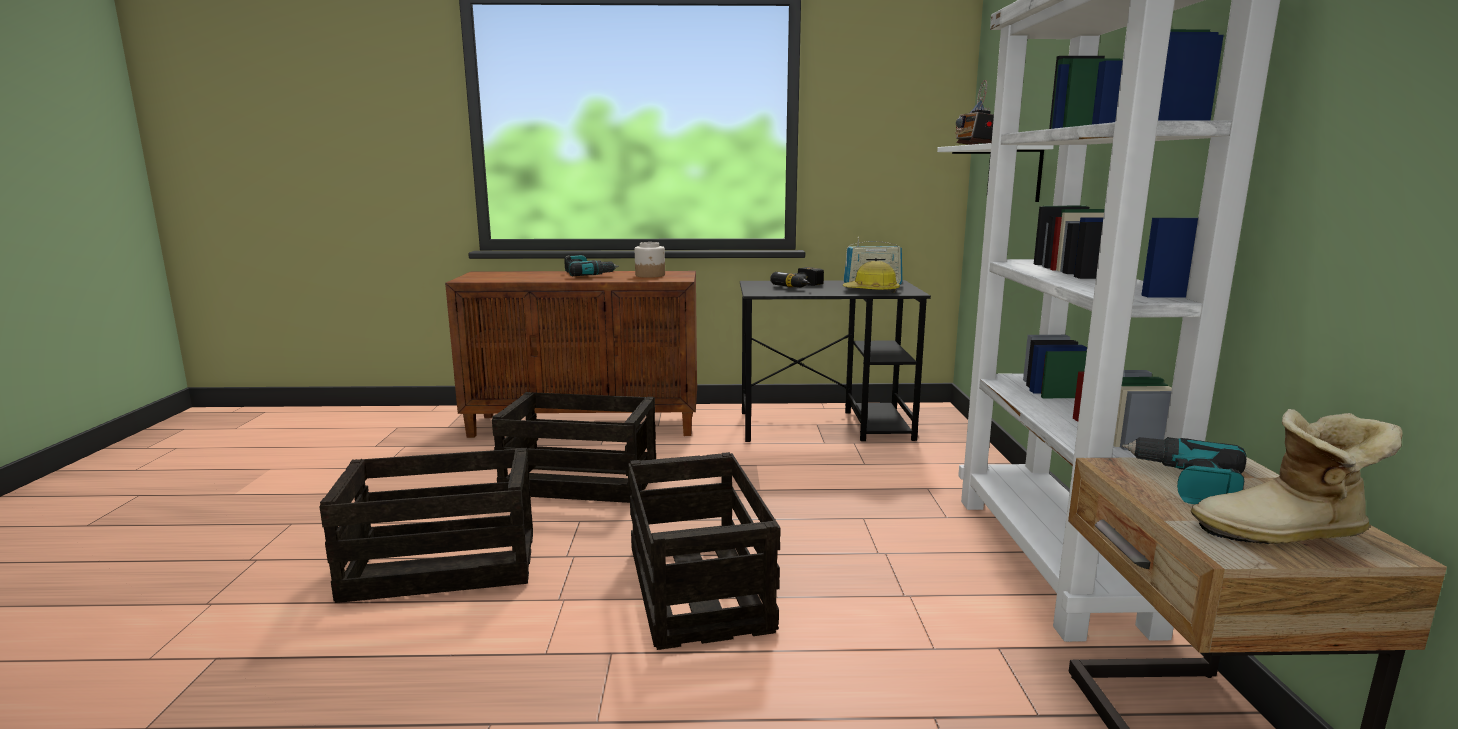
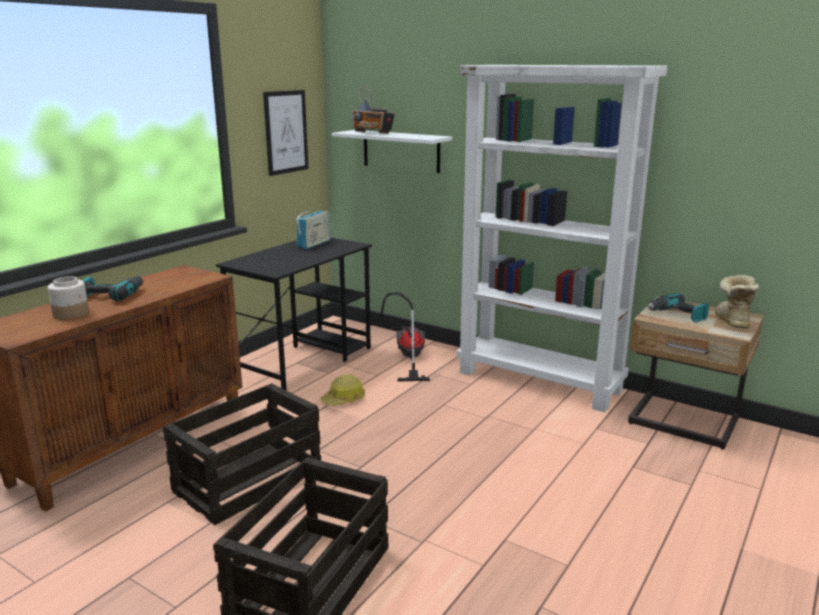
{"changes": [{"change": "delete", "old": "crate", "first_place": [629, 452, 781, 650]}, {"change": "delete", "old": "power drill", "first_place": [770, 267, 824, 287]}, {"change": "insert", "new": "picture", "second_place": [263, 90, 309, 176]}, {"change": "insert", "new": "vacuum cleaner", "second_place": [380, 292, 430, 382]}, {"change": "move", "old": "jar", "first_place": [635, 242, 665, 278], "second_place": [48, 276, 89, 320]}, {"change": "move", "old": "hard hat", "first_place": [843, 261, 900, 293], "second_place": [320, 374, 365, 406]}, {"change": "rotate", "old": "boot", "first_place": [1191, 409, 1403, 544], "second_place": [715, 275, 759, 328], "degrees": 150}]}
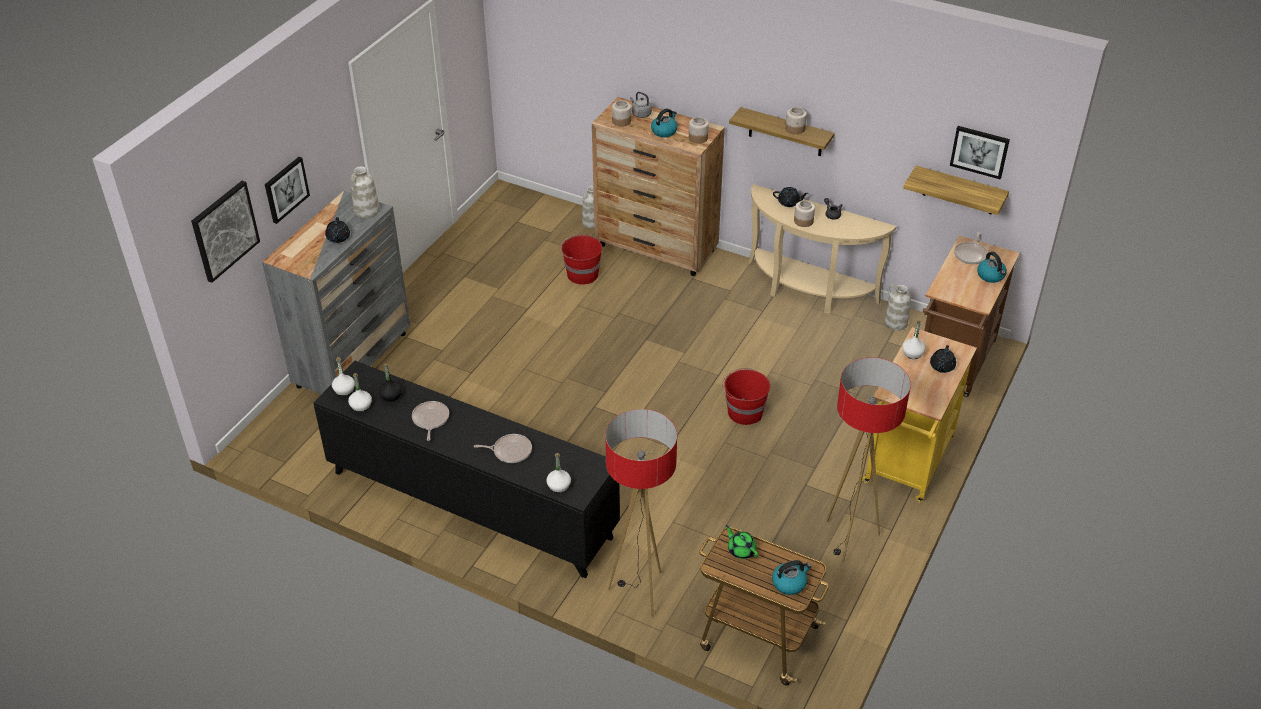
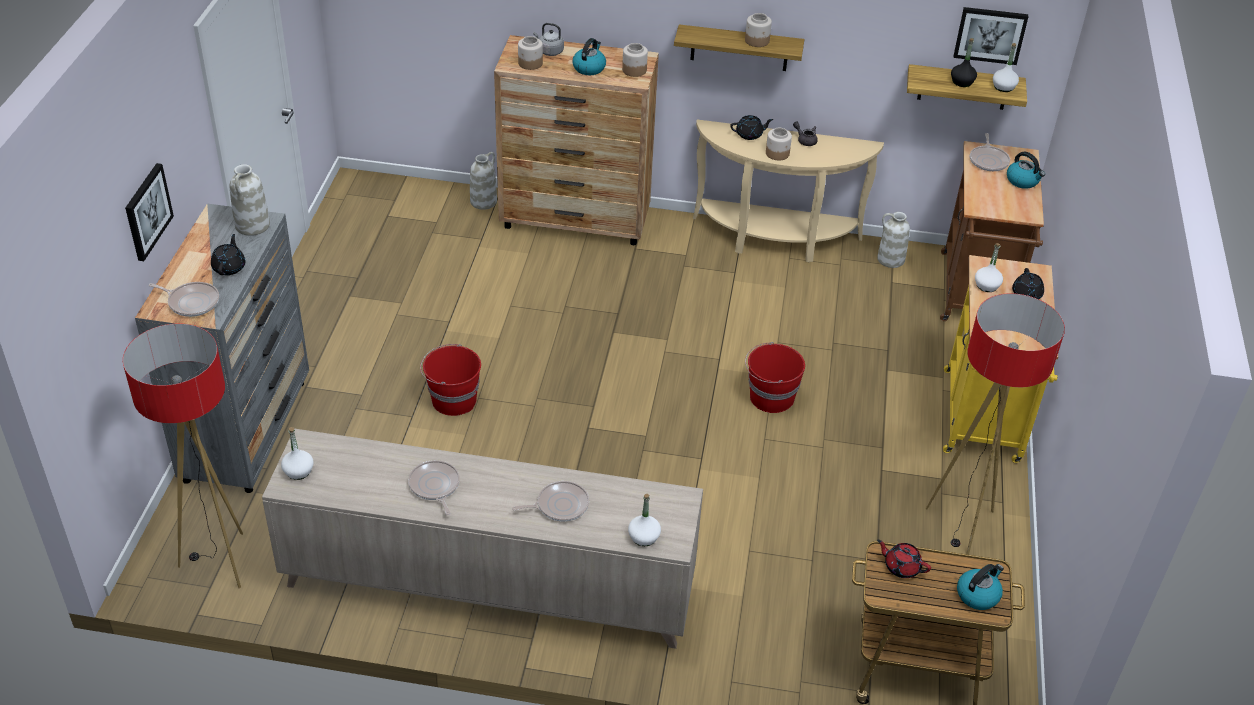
{"changes": [{"change": "delete", "old": "picture", "first_place": [191, 181, 260, 283]}, {"change": "insert", "new": "frying pan", "second_place": [149, 282, 219, 317]}, {"change": "move", "old": "white bottle", "first_place": [348, 373, 372, 412], "second_place": [993, 43, 1019, 92]}, {"change": "move", "old": "black bottle", "first_place": [379, 363, 402, 402], "second_place": [951, 38, 977, 87]}, {"change": "move", "old": "red bucket", "first_place": [560, 234, 602, 285], "second_place": [420, 344, 481, 416]}, {"change": "move", "old": "floor lamp", "first_place": [605, 409, 677, 618], "second_place": [123, 324, 243, 588]}, {"change": "recolor", "old": "black cabinet", "new": "beige cabinet", "first_place": [313, 361, 620, 579], "second_place": [262, 429, 703, 649]}, {"change": "recolor", "old": "green teapot", "new": "red teapot", "first_place": [726, 525, 758, 559], "second_place": [877, 540, 931, 578]}, {"change": "rotate", "old": "black teapot", "first_place": [325, 217, 350, 243], "second_place": [211, 234, 245, 275], "degrees": -150}]}
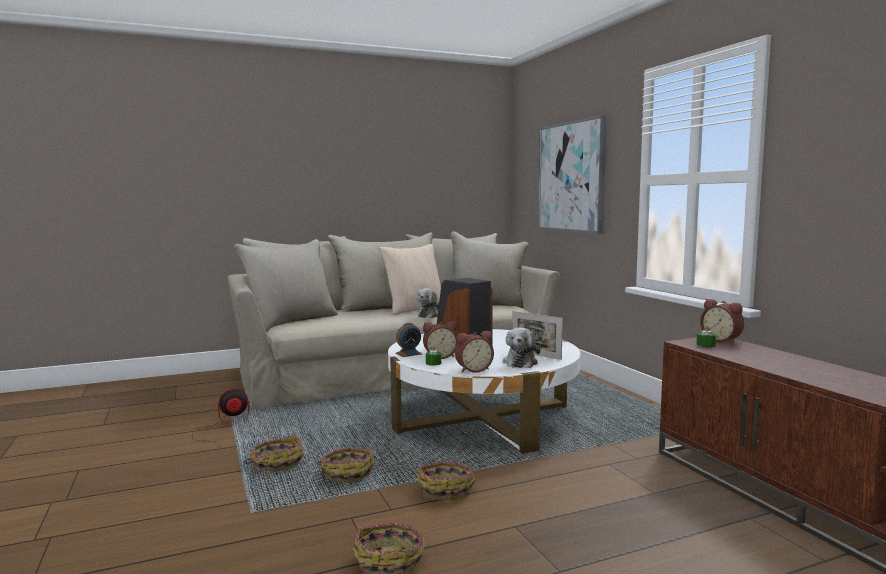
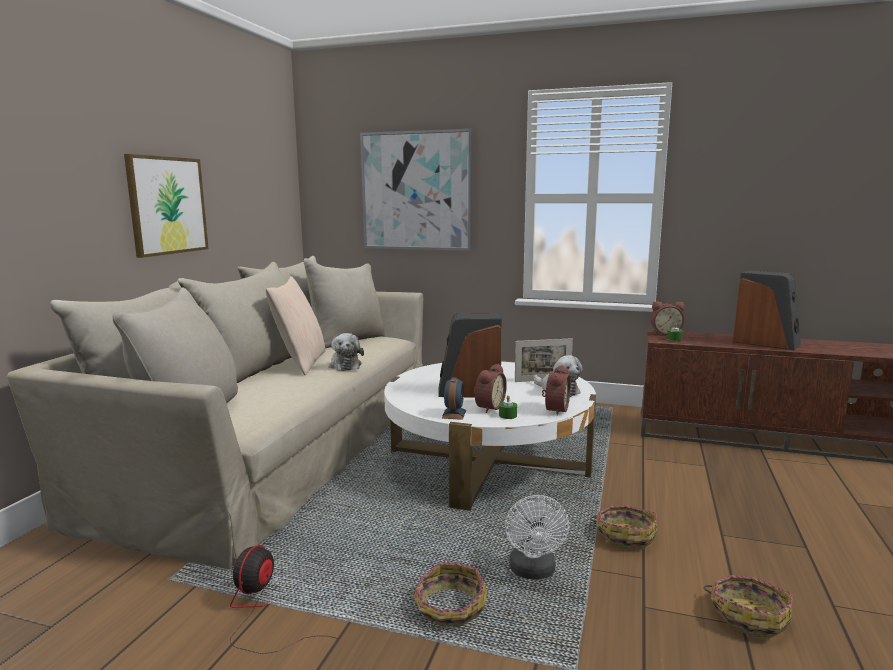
{"changes": [{"change": "insert", "new": "picture", "second_place": [124, 154, 208, 258]}, {"change": "insert", "new": "speaker", "second_place": [733, 270, 801, 350]}, {"change": "replace", "old": "basket", "new": "white fan", "first_place": [317, 447, 374, 483], "second_place": [505, 495, 569, 580]}]}
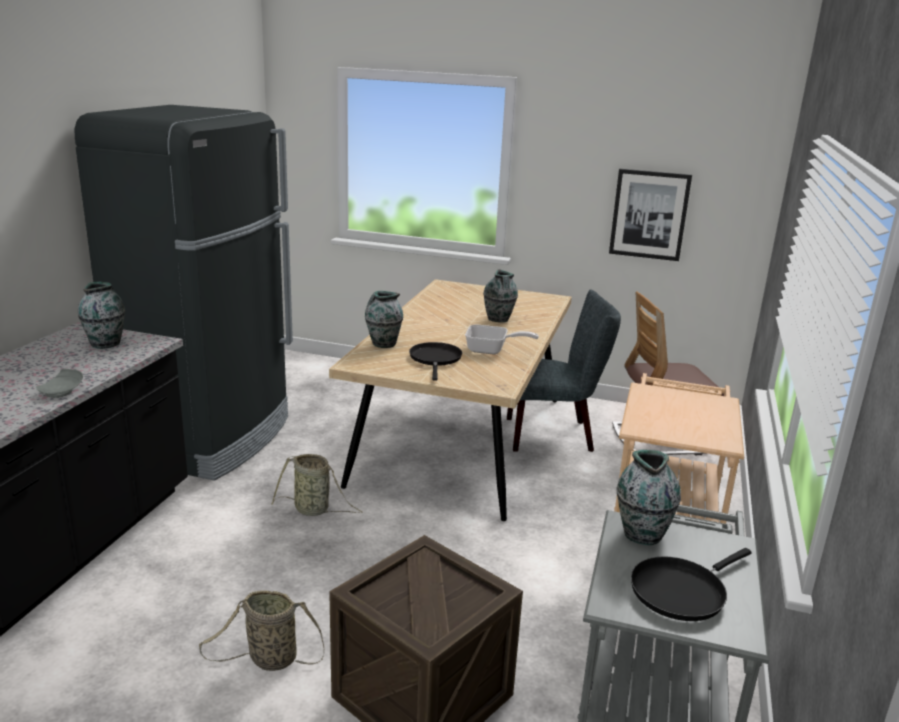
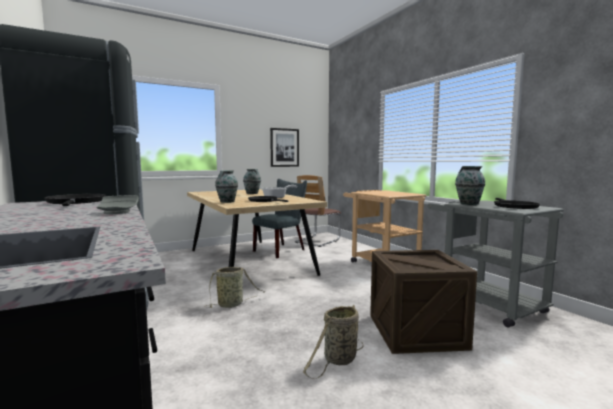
{"changes": [{"change": "replace", "old": "vase", "new": "black frying pan", "first_place": [78, 282, 125, 349], "second_place": [45, 194, 106, 206]}]}
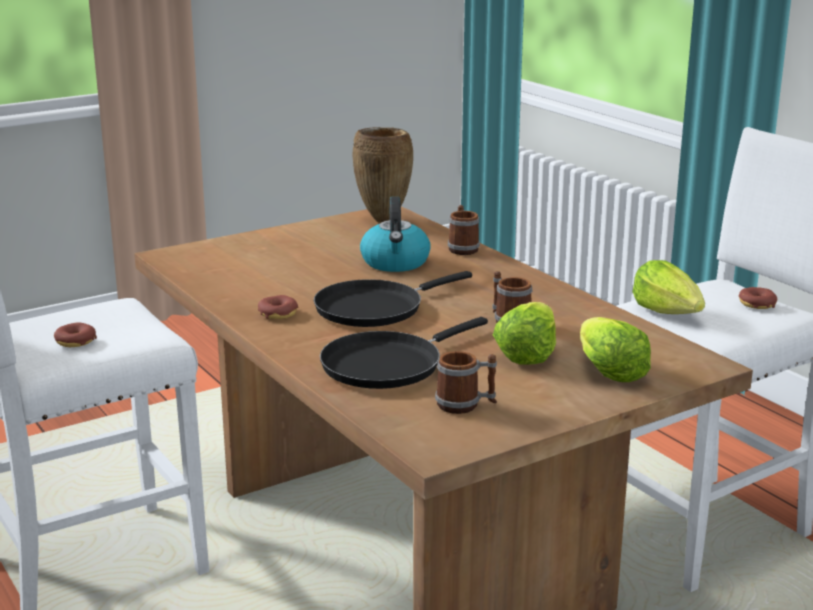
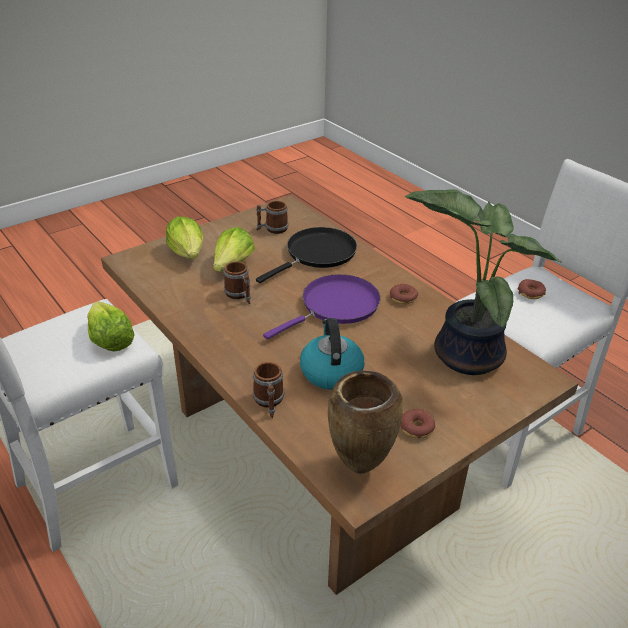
{"changes": [{"change": "insert", "new": "potted plant", "second_place": [405, 189, 562, 375]}, {"change": "move", "old": "donut", "first_place": [739, 287, 777, 309], "second_place": [401, 409, 435, 439]}, {"change": "recolor", "old": "black frying pan", "new": "purple frying pan", "first_place": [314, 271, 472, 327], "second_place": [263, 274, 380, 340]}]}
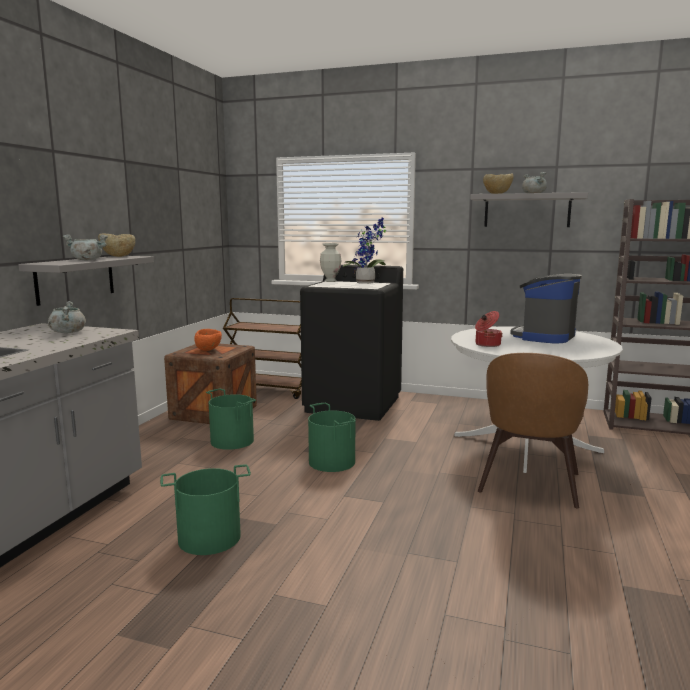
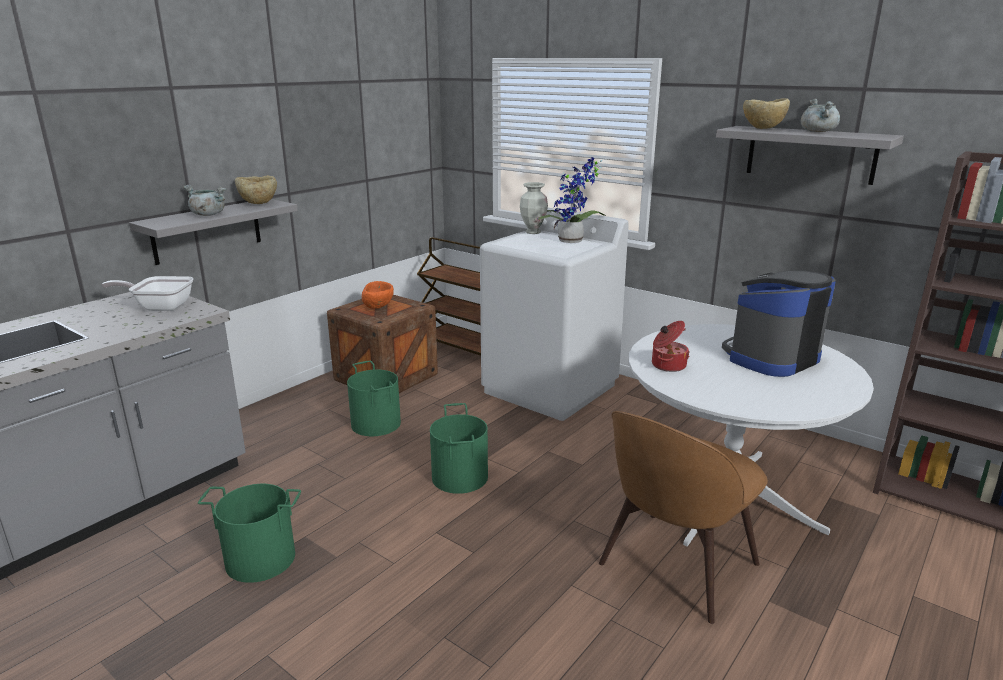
{"changes": [{"change": "replace", "old": "grey cooking pot", "new": "frying pan", "first_place": [48, 301, 86, 333], "second_place": [101, 276, 193, 311]}, {"change": "recolor", "old": "black washing machine", "new": "white washing machine", "first_place": [300, 265, 403, 421], "second_place": [480, 208, 629, 421]}]}
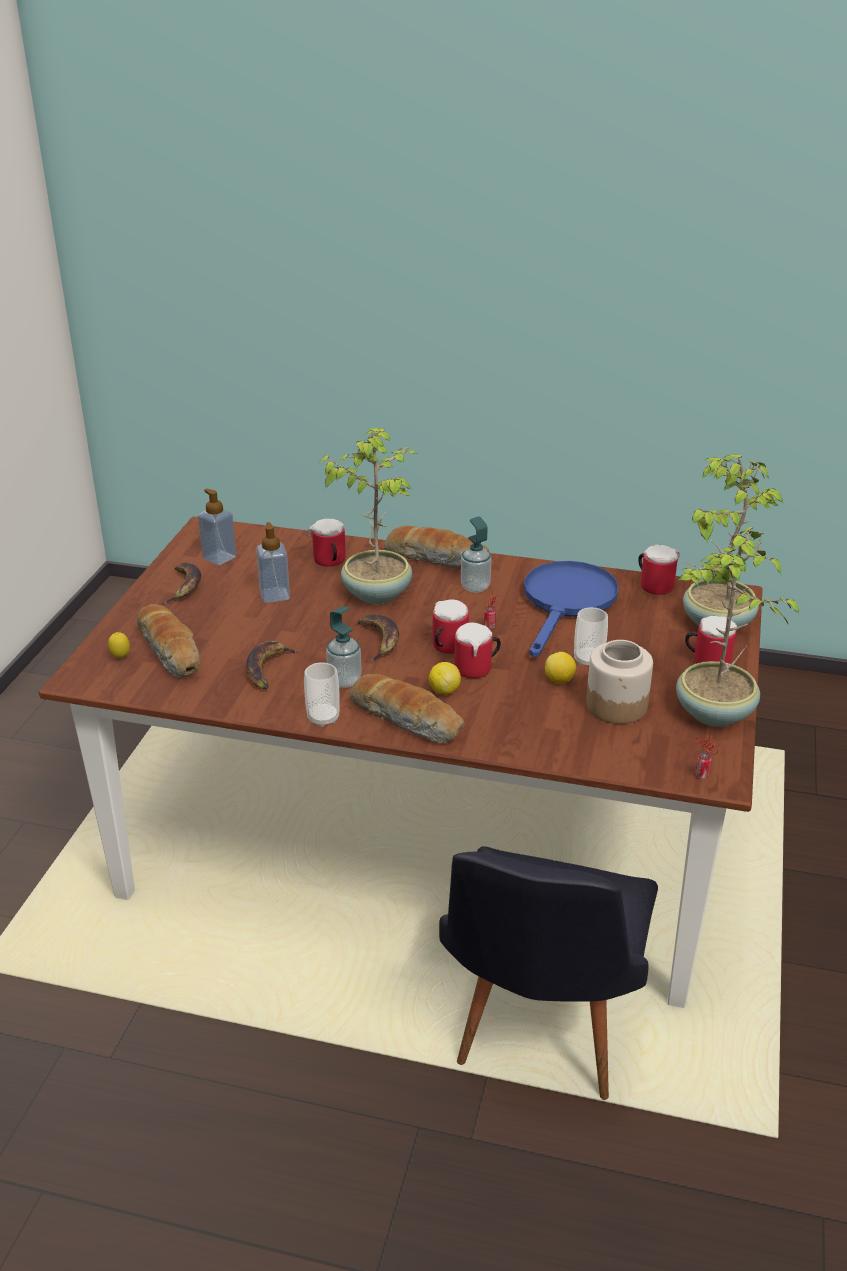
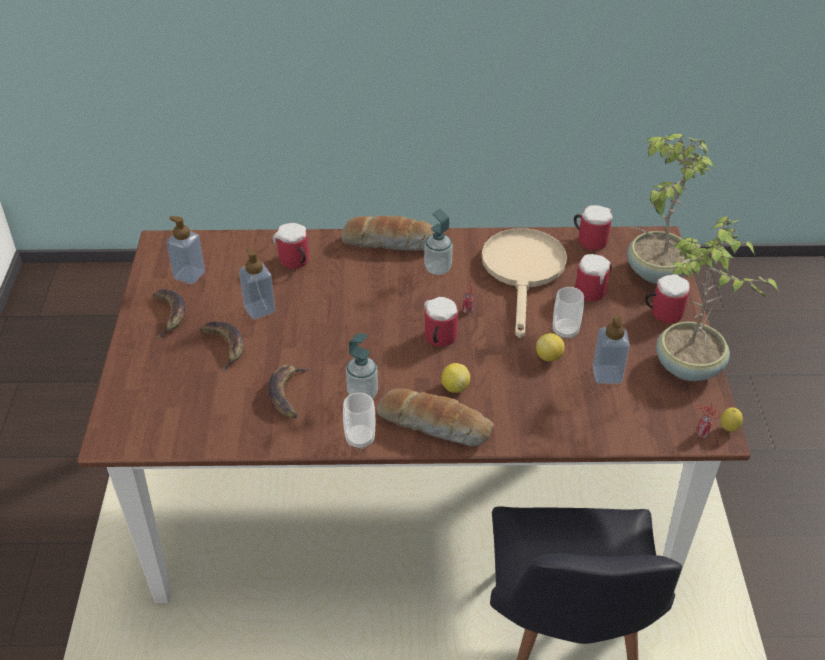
{"changes": [{"change": "delete", "old": "bread", "first_place": [137, 604, 200, 678]}, {"change": "delete", "old": "potted plant", "first_place": [319, 428, 417, 604]}, {"change": "move", "old": "lemon", "first_place": [108, 632, 130, 659], "second_place": [721, 407, 743, 432]}, {"change": "move", "old": "banana", "first_place": [358, 615, 399, 662], "second_place": [200, 321, 244, 372]}, {"change": "move", "old": "mug", "first_place": [455, 623, 501, 678], "second_place": [575, 254, 612, 301]}, {"change": "replace", "old": "jar", "new": "soap dispenser", "first_place": [586, 640, 653, 724], "second_place": [593, 315, 630, 384]}, {"change": "recolor", "old": "blue frying pan", "new": "beige frying pan", "first_place": [524, 561, 619, 657], "second_place": [482, 228, 567, 338]}]}
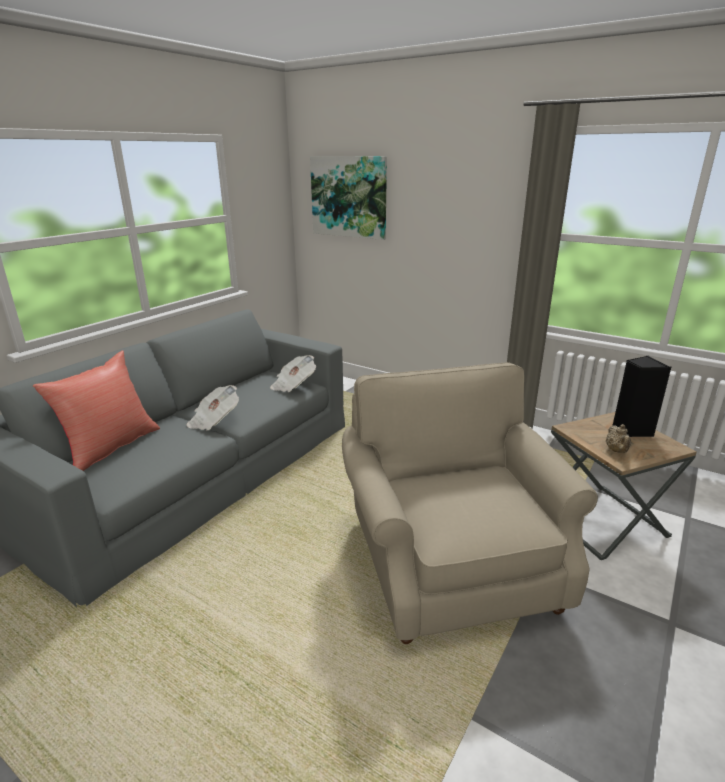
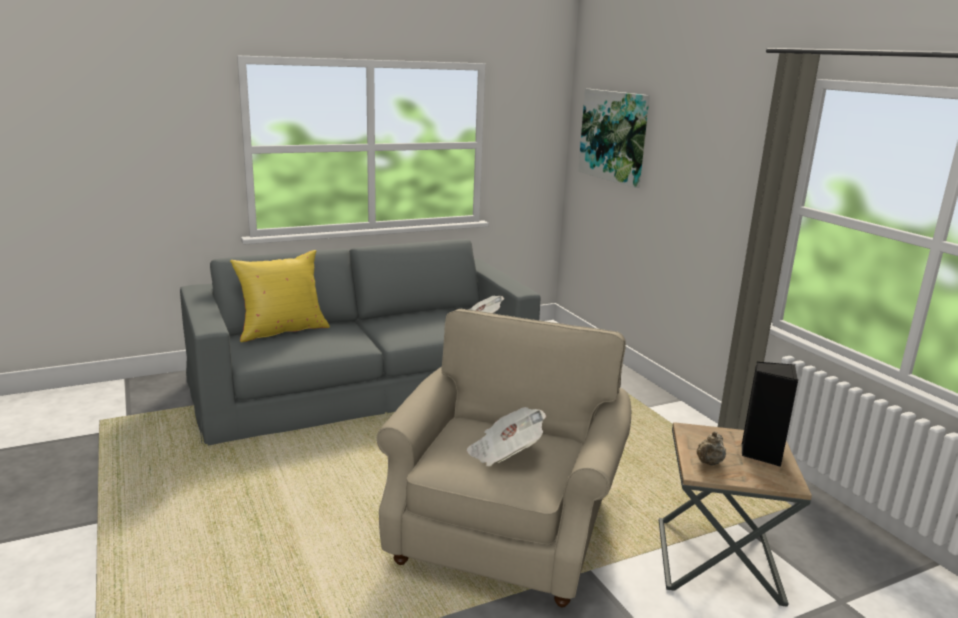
{"changes": [{"change": "move", "old": "newspaper", "first_place": [186, 385, 239, 430], "second_place": [467, 407, 546, 466]}, {"change": "recolor", "old": "red pillow", "new": "yellow pillow", "first_place": [33, 351, 160, 471], "second_place": [230, 250, 330, 342]}]}
